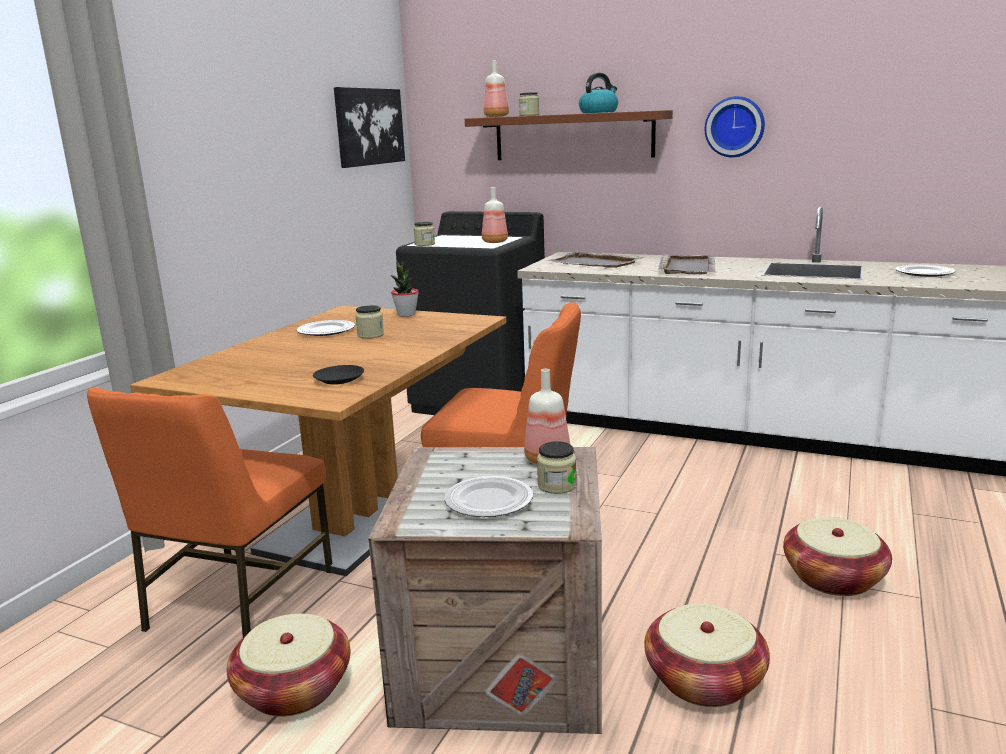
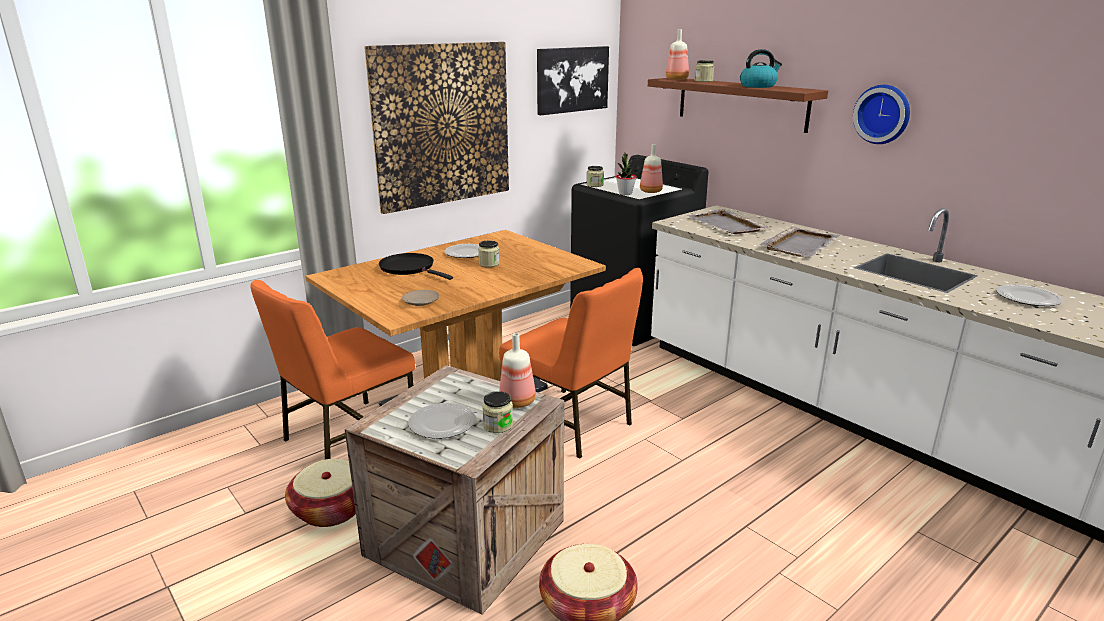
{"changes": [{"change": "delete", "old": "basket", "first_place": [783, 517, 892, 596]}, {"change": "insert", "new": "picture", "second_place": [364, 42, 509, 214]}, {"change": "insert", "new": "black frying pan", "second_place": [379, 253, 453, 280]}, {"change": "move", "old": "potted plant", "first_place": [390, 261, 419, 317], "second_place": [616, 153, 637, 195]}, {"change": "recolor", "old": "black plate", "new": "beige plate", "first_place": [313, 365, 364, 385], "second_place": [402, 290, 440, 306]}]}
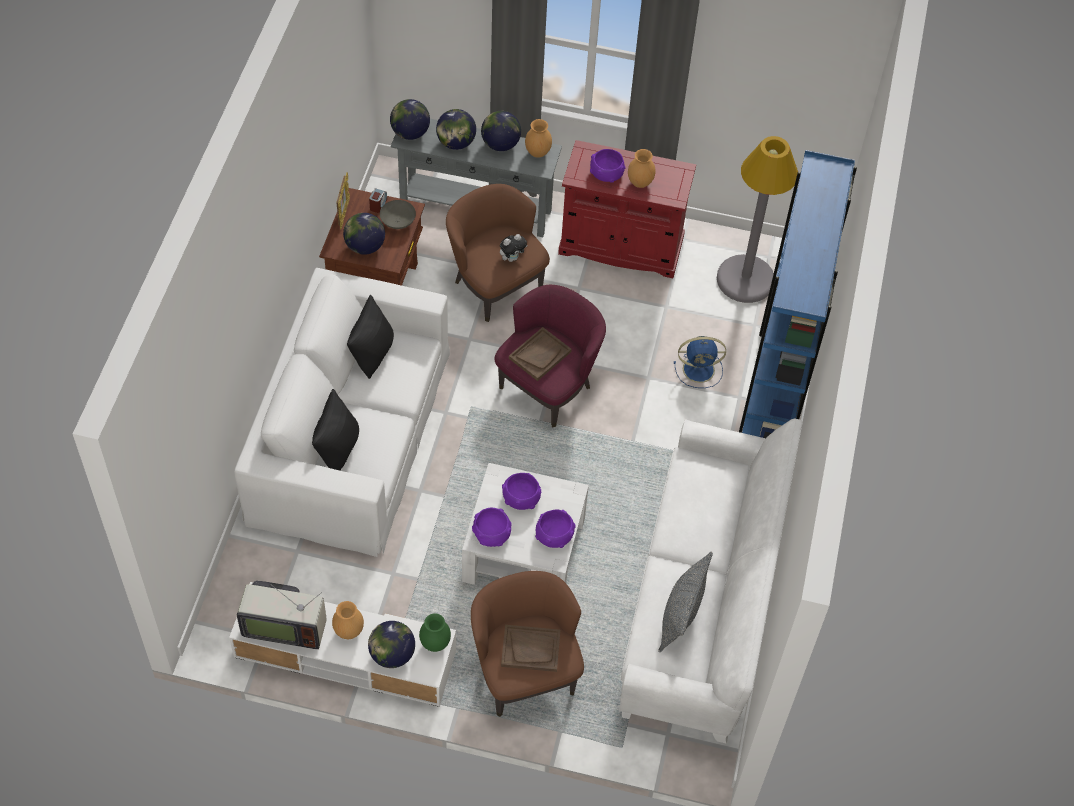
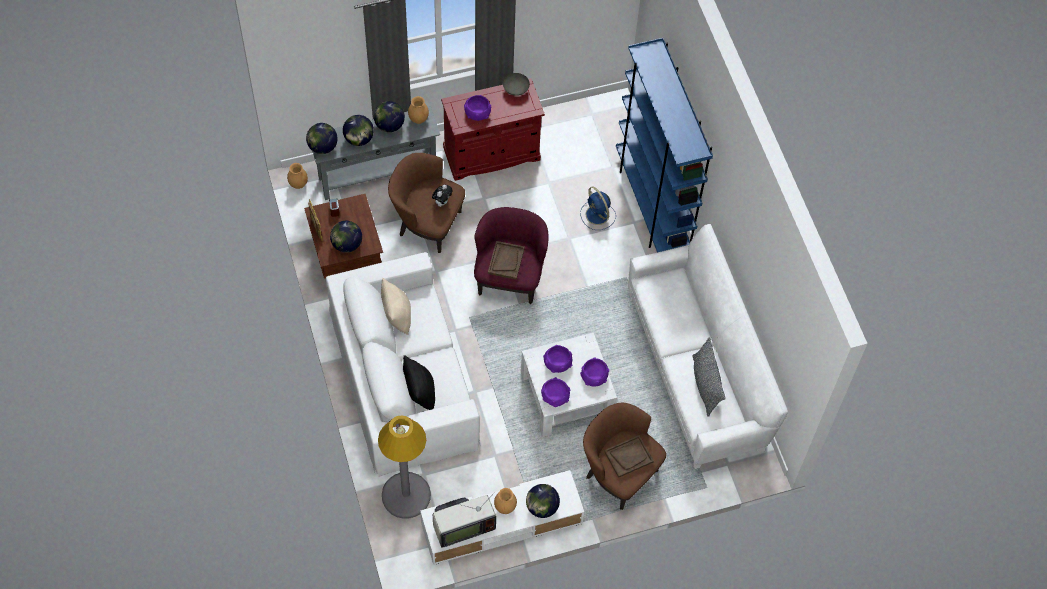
{"changes": [{"change": "delete", "old": "green vase", "first_place": [419, 613, 451, 652]}, {"change": "move", "old": "grey bowl", "first_place": [380, 200, 416, 229], "second_place": [503, 73, 530, 96]}, {"change": "move", "old": "brown vase", "first_place": [628, 149, 656, 188], "second_place": [287, 163, 308, 189]}, {"change": "move", "old": "grey floor lamp", "first_place": [717, 136, 798, 303], "second_place": [378, 415, 431, 519]}, {"change": "recolor", "old": "black pillow", "new": "beige pillow", "first_place": [347, 295, 394, 379], "second_place": [381, 278, 411, 335]}, {"change": "rotate", "old": "blue fan", "first_place": [674, 336, 726, 388], "second_place": [580, 187, 616, 230], "degrees": 90}]}
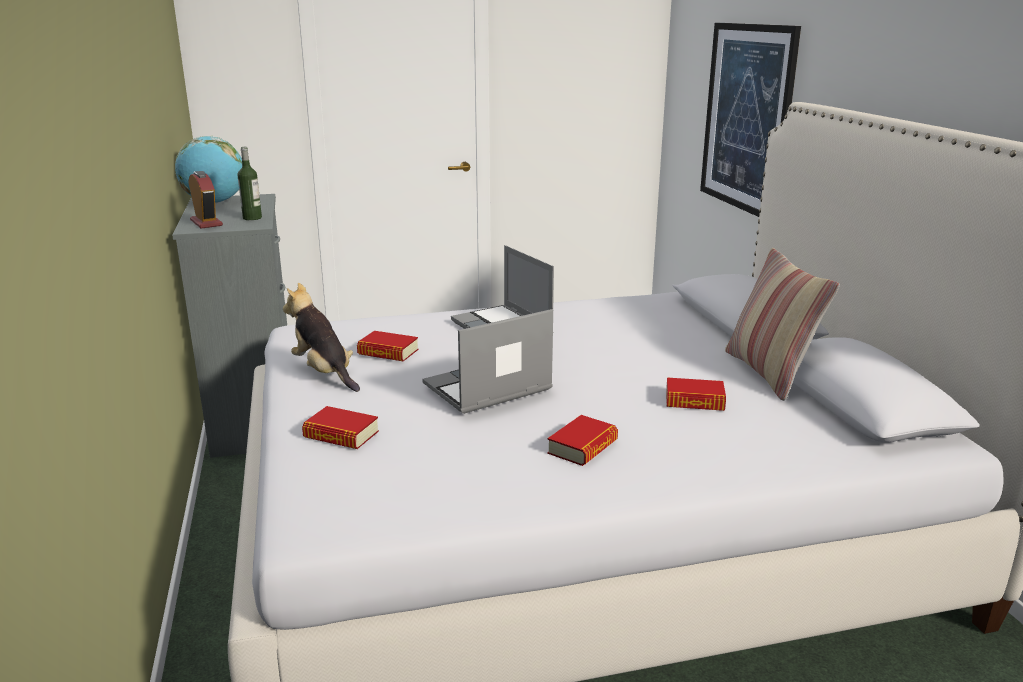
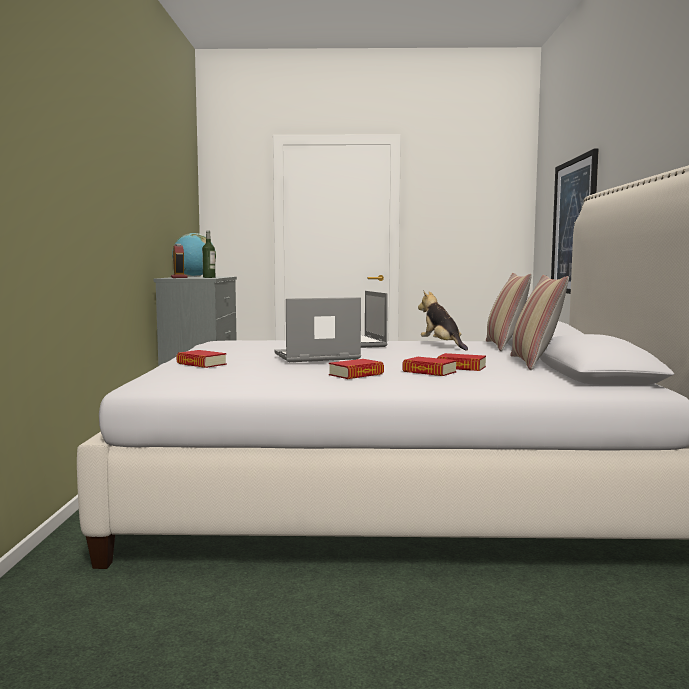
{"changes": [{"change": "insert", "new": "pillow", "second_place": [486, 273, 532, 351]}, {"change": "move", "old": "plush toy", "first_place": [283, 283, 360, 392], "second_place": [418, 291, 468, 351]}, {"change": "move", "old": "book", "first_place": [357, 331, 418, 361], "second_place": [402, 357, 457, 376]}]}
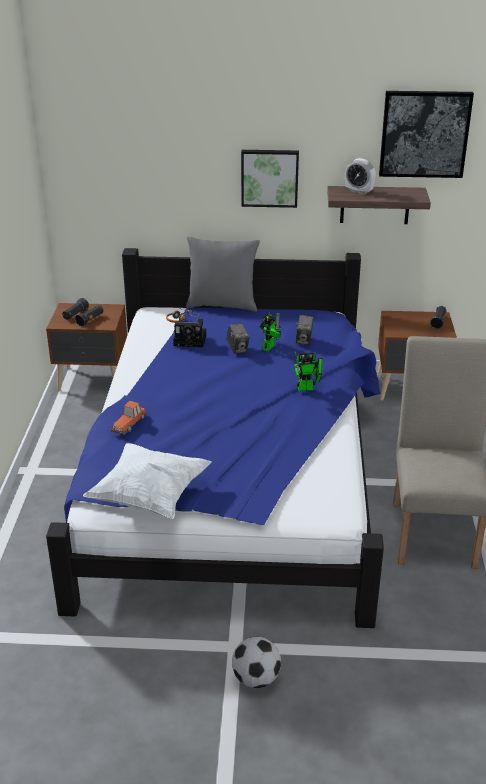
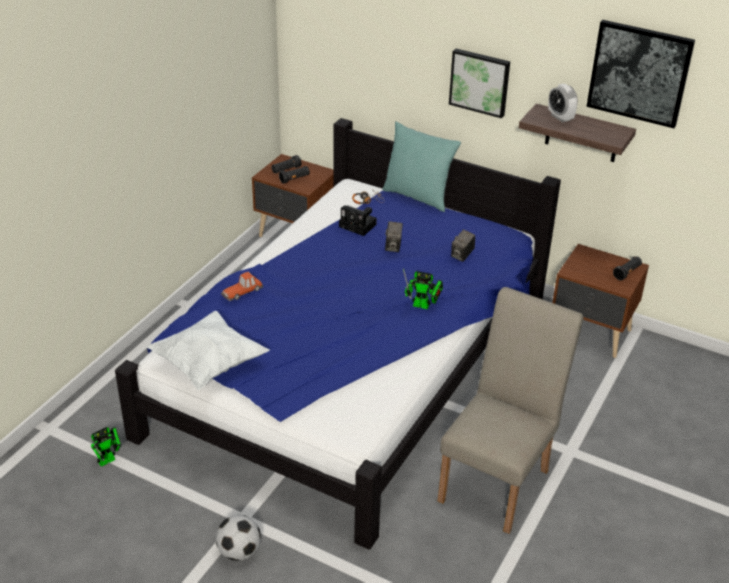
{"changes": [{"change": "move", "old": "toy robot", "first_place": [260, 313, 282, 351], "second_place": [91, 427, 121, 467]}, {"change": "recolor", "old": "grey pillow", "new": "turquoise pillow", "first_place": [186, 237, 260, 312], "second_place": [382, 121, 461, 212]}]}
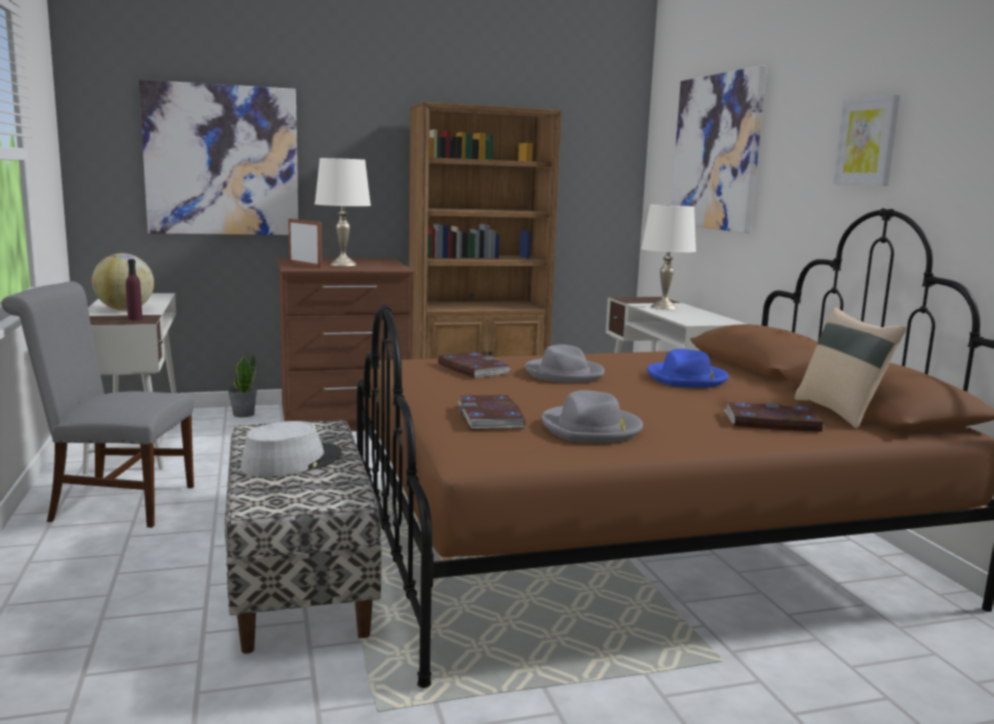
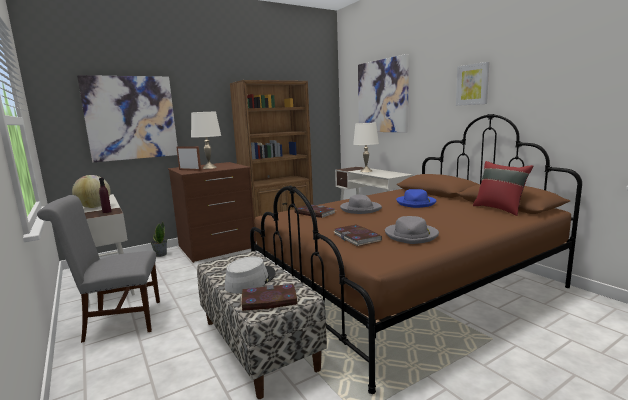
{"changes": [{"change": "move", "old": "book", "first_place": [723, 402, 824, 432], "second_place": [241, 284, 298, 311]}, {"change": "recolor", "old": "beige pillow", "new": "red pillow", "first_place": [795, 307, 907, 429], "second_place": [473, 161, 533, 216]}]}
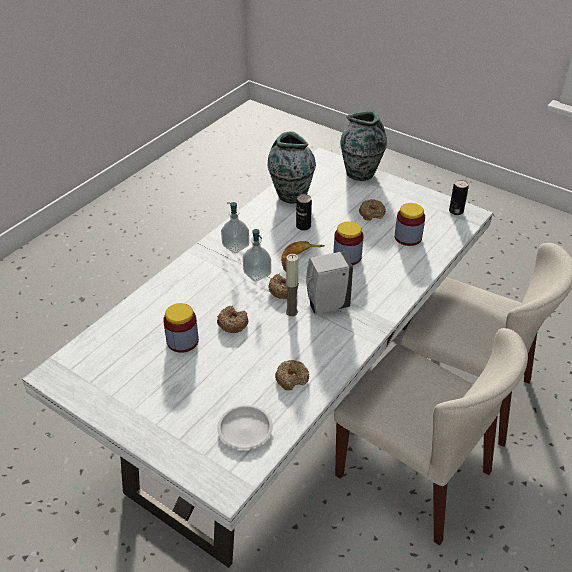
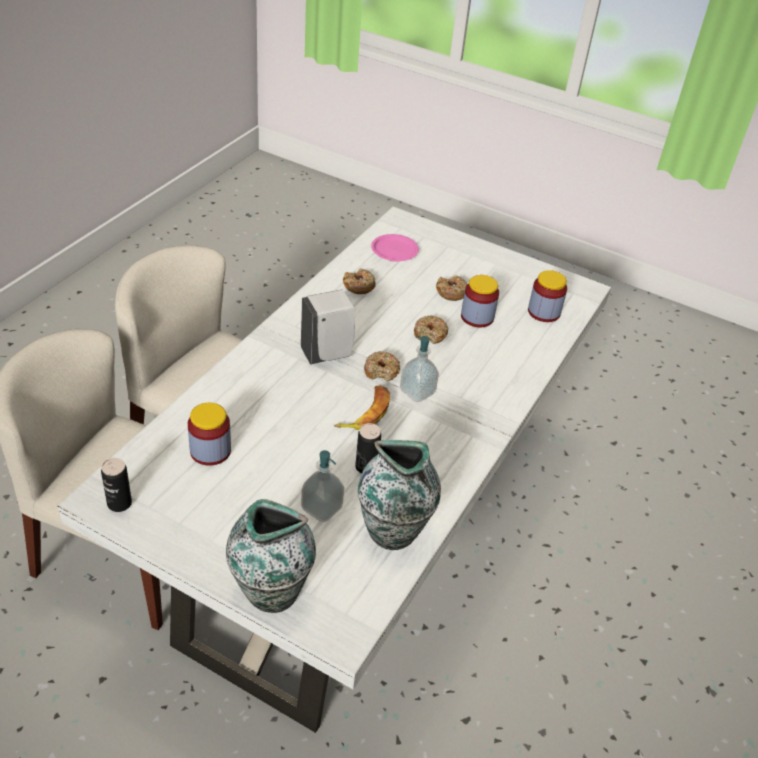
{"changes": [{"change": "delete", "old": "candle", "first_place": [286, 254, 299, 316]}, {"change": "move", "old": "soap dispenser", "first_place": [221, 202, 249, 253], "second_place": [301, 450, 344, 522]}, {"change": "move", "old": "jar", "first_place": [333, 221, 363, 265], "second_place": [528, 270, 567, 322]}, {"change": "move", "old": "donut", "first_place": [359, 199, 386, 221], "second_place": [436, 275, 467, 301]}, {"change": "recolor", "old": "white plate", "new": "pink plate", "first_place": [217, 405, 273, 450], "second_place": [371, 234, 419, 261]}]}
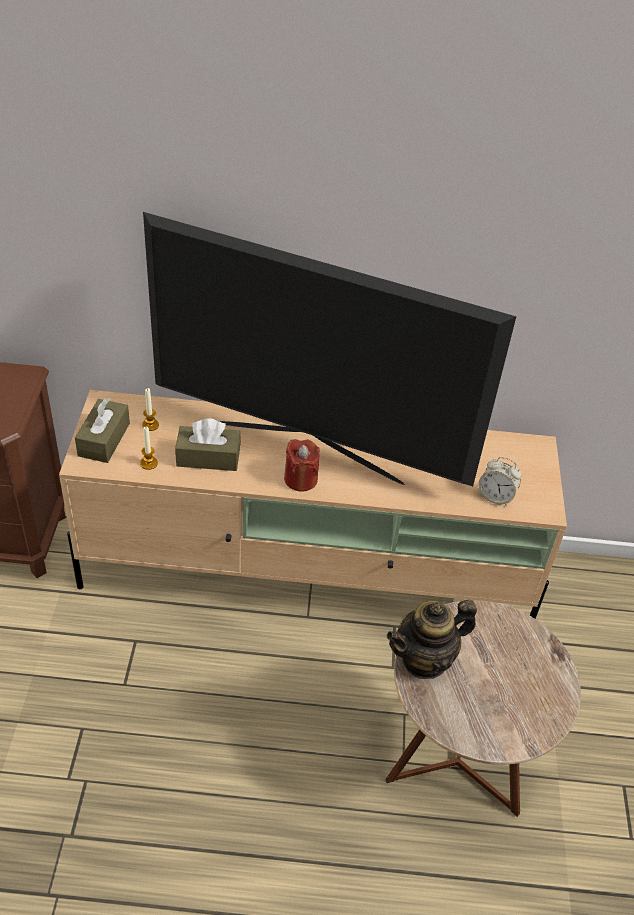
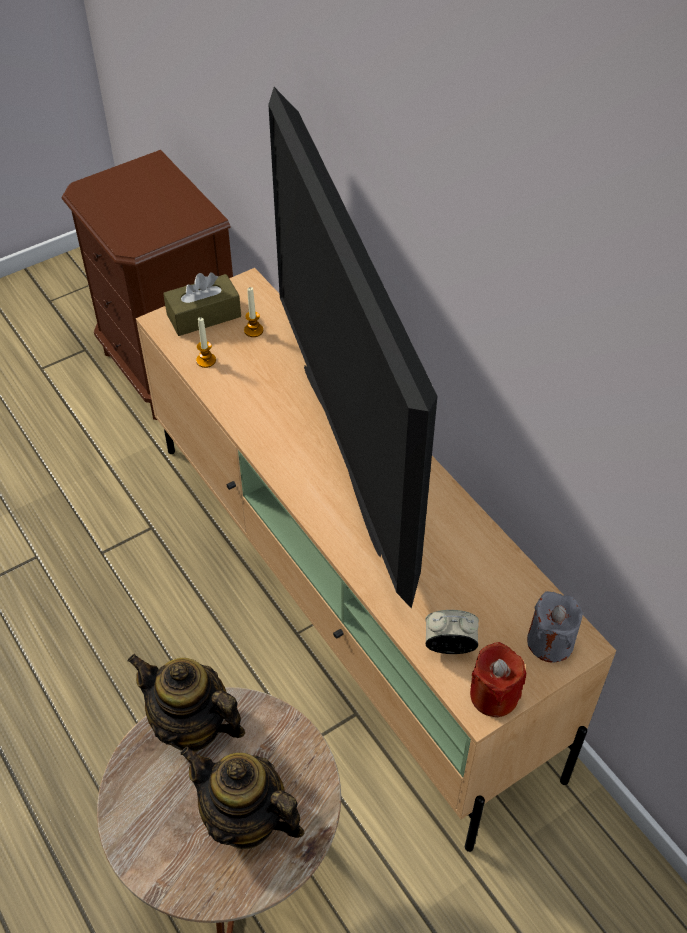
{"changes": [{"change": "delete", "old": "brown tissue box", "first_place": [175, 418, 241, 471]}, {"change": "insert", "new": "teapot", "second_place": [180, 746, 304, 849]}, {"change": "insert", "new": "grey candle", "second_place": [527, 591, 583, 662]}, {"change": "move", "old": "red candle", "first_place": [284, 439, 320, 492], "second_place": [470, 642, 526, 717]}, {"change": "rotate", "old": "alarm clock", "first_place": [478, 457, 522, 506], "second_place": [425, 610, 479, 654], "degrees": 105}]}
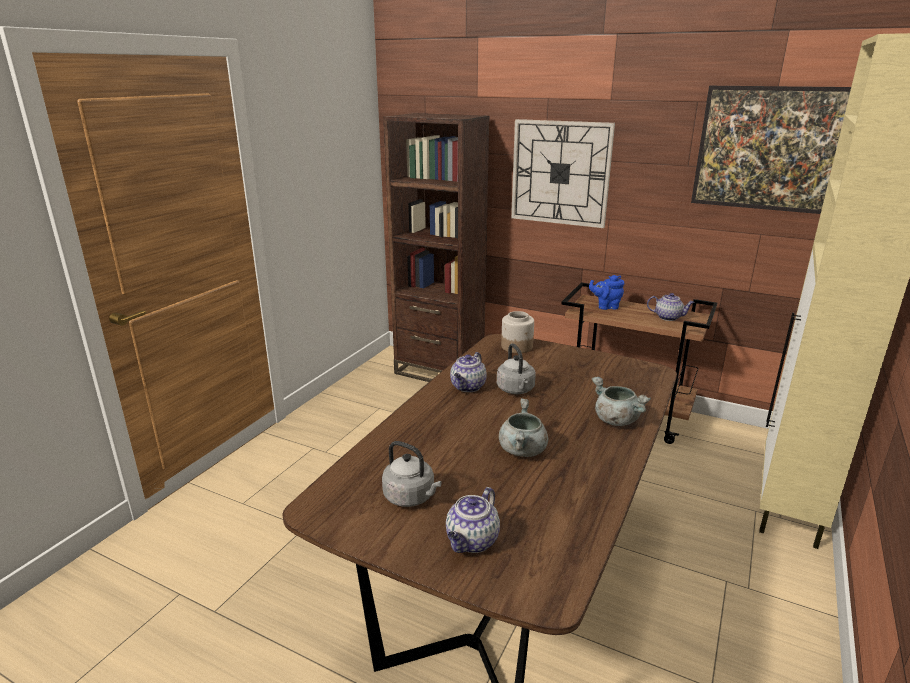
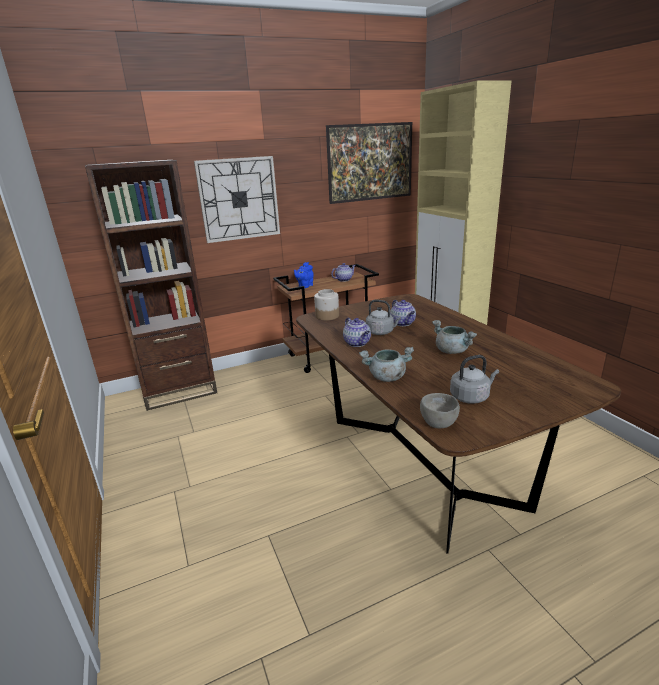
{"changes": [{"change": "insert", "new": "grey bowl", "second_place": [420, 393, 460, 428]}, {"change": "move", "old": "teapot", "first_place": [446, 487, 500, 553], "second_place": [390, 300, 416, 326]}, {"change": "move", "old": "grey cooking pot", "first_place": [592, 377, 651, 426], "second_place": [359, 347, 414, 382]}]}
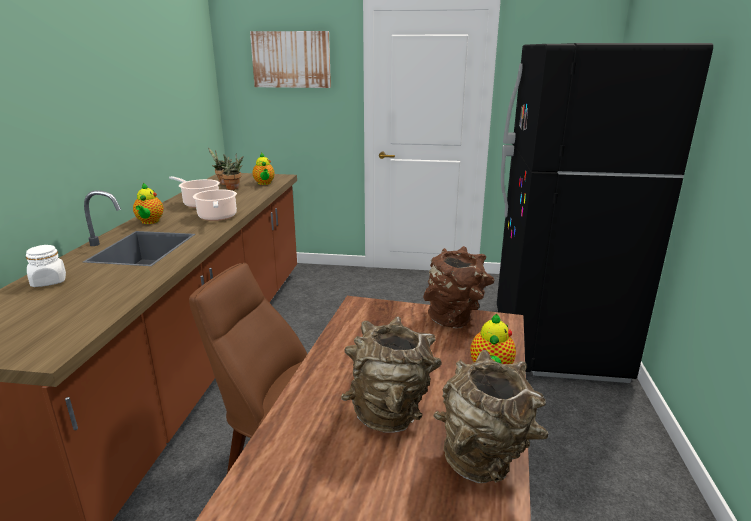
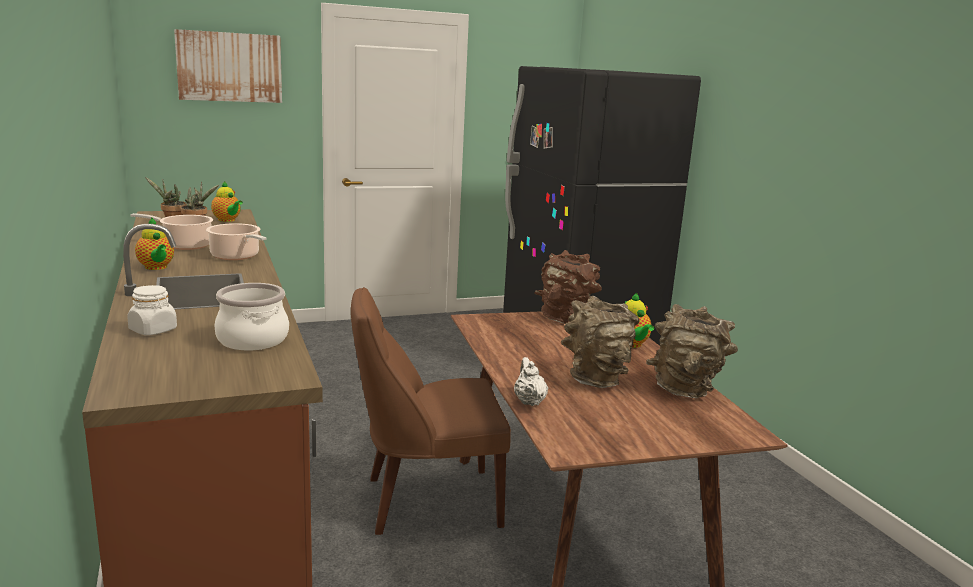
{"changes": [{"change": "insert", "new": "cooking pot", "second_place": [214, 283, 289, 351]}, {"change": "insert", "new": "white teapot", "second_place": [514, 357, 548, 406]}]}
